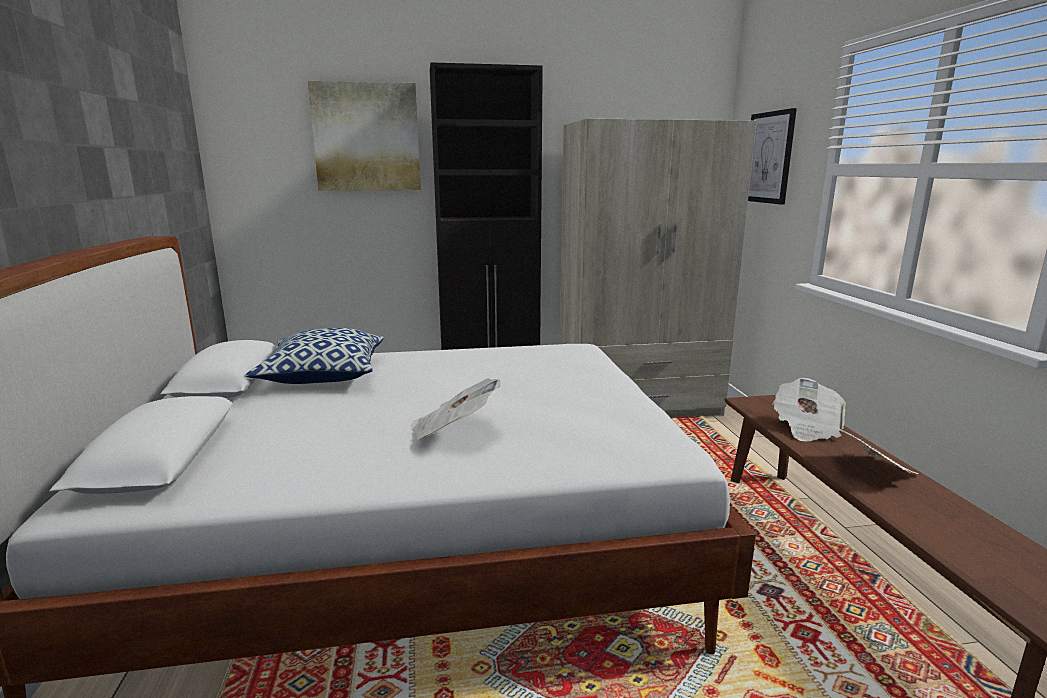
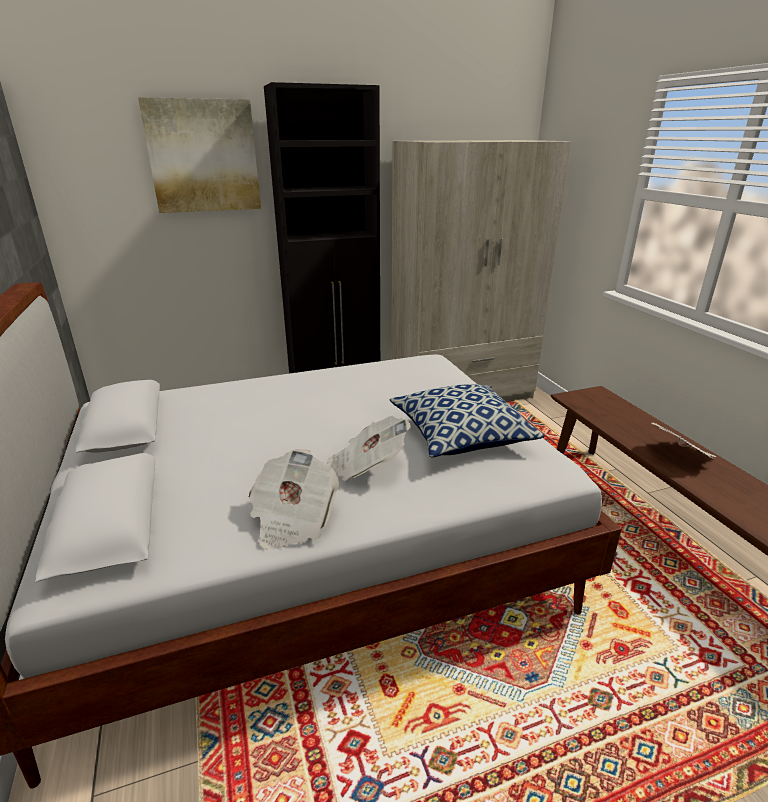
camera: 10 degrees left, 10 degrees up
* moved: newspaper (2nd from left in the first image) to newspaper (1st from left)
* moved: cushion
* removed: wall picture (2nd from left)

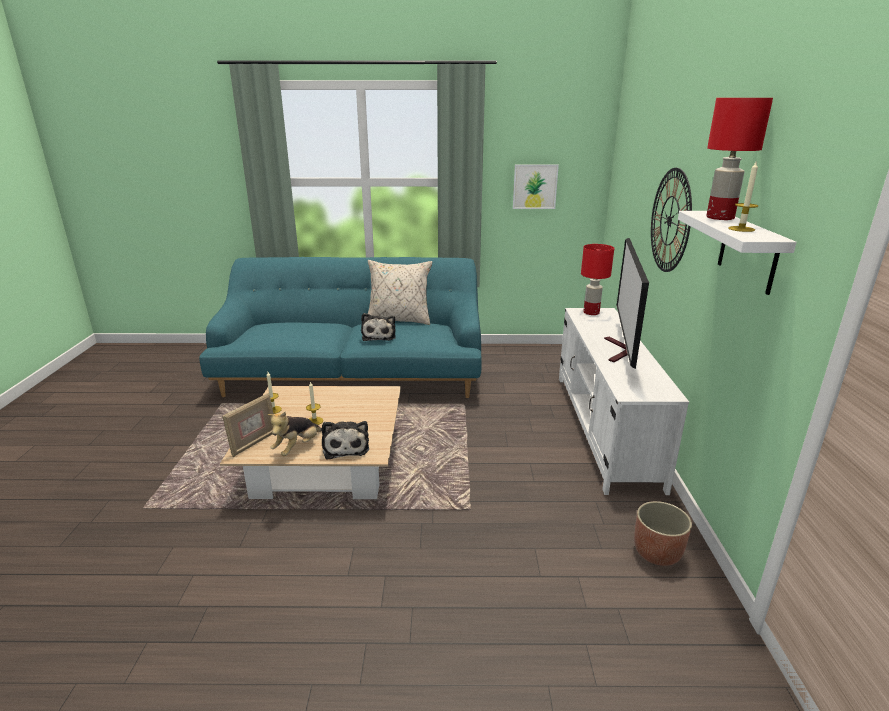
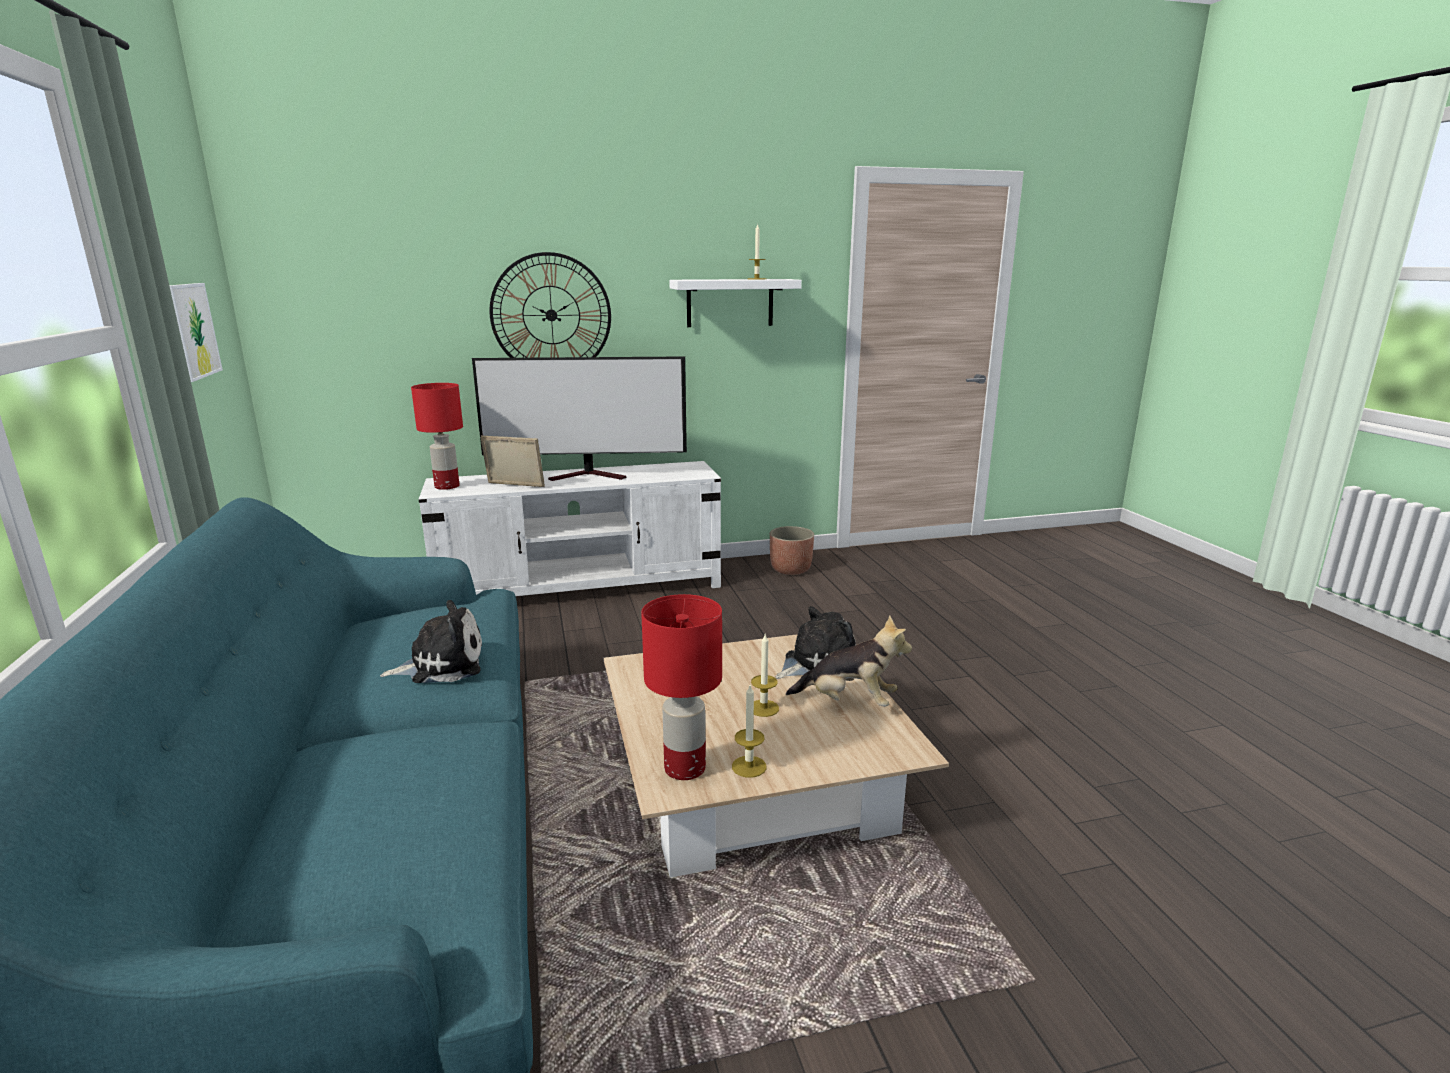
camera: 105 degrees left, 5 degrees down
* moved: picture frame
* moved: table lamp (reddish) (2nd from left)
* removed: cushion (sand-coloured)

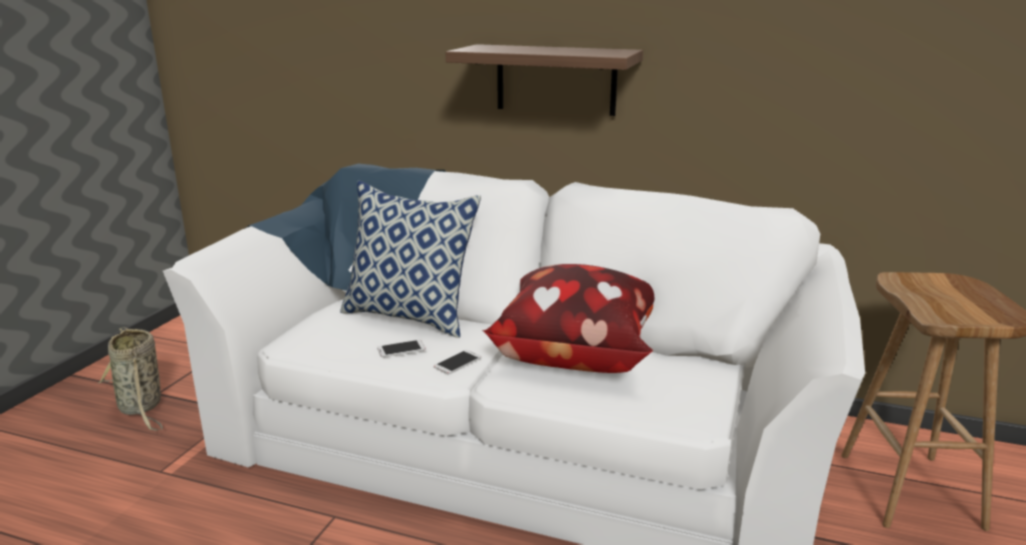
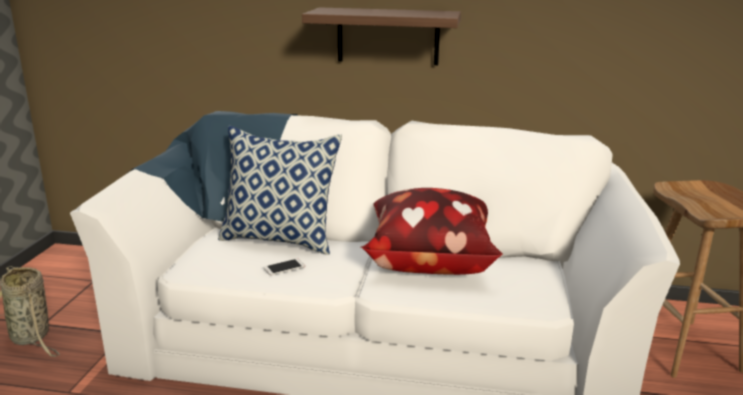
camera: 10 degrees left, 0 degrees up
* removed: phone (2nd from left)

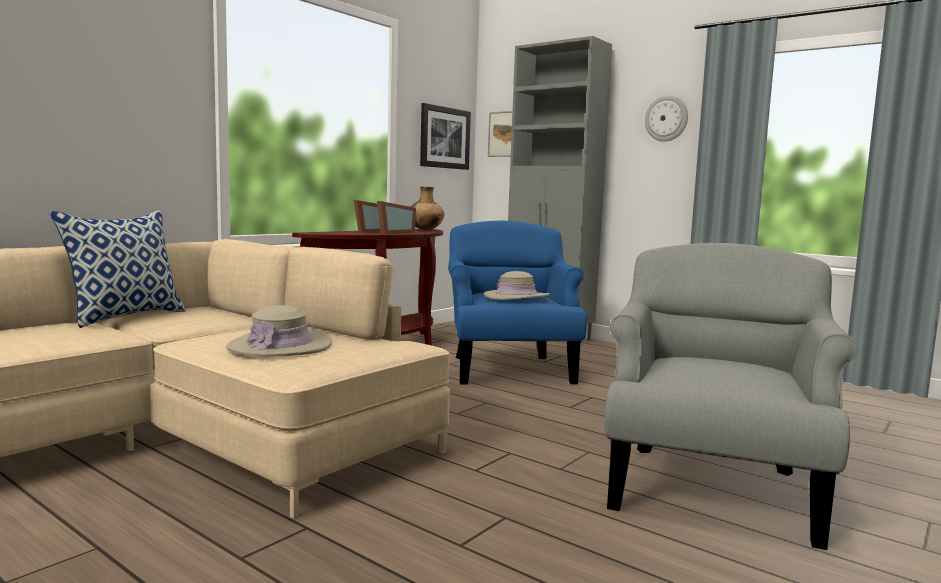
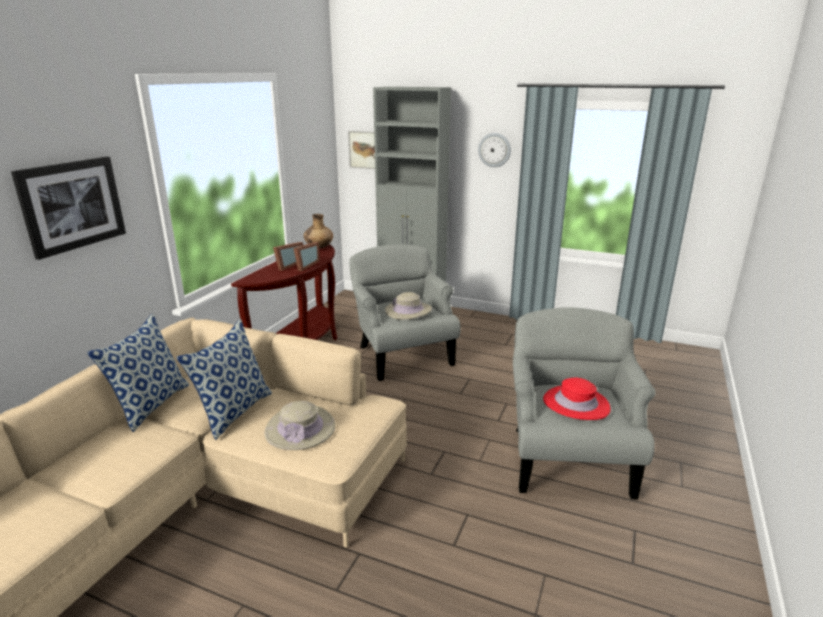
camera: 15 degrees left, 15 degrees up
* moved: wall picture (1st from left)
* added: cushion (2nd from left)
* recoloured: armchair (blue-coloured) to armchair (gray) (1st from left)
* added: clothing hat (reddish)

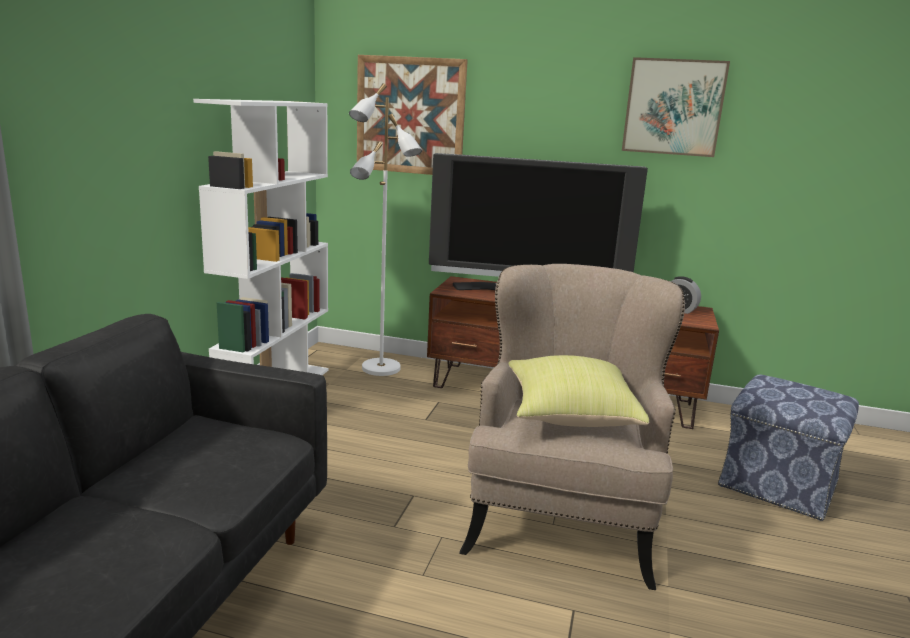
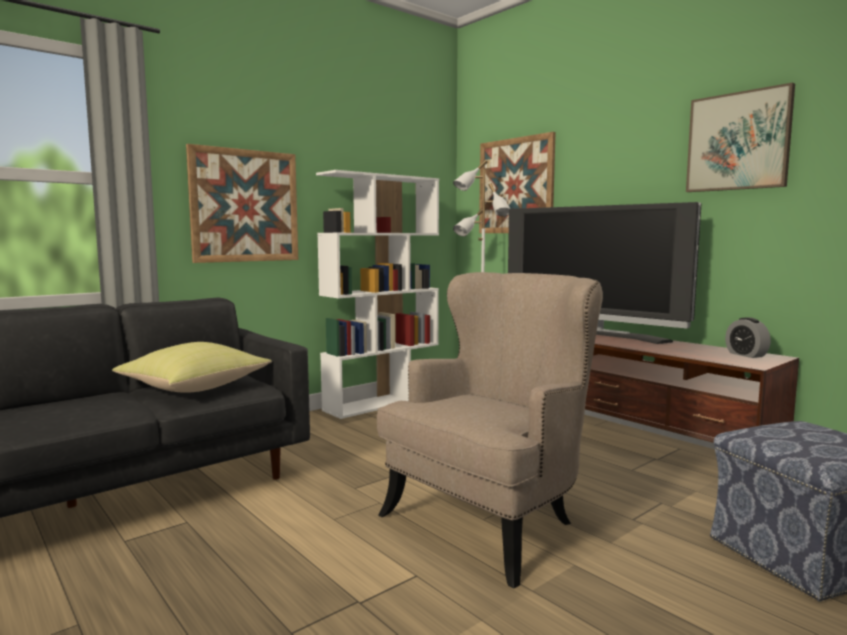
camera: 35 degrees right, 10 degrees down
* moved: cushion (yellow)
* added: wall picture (1st from left)

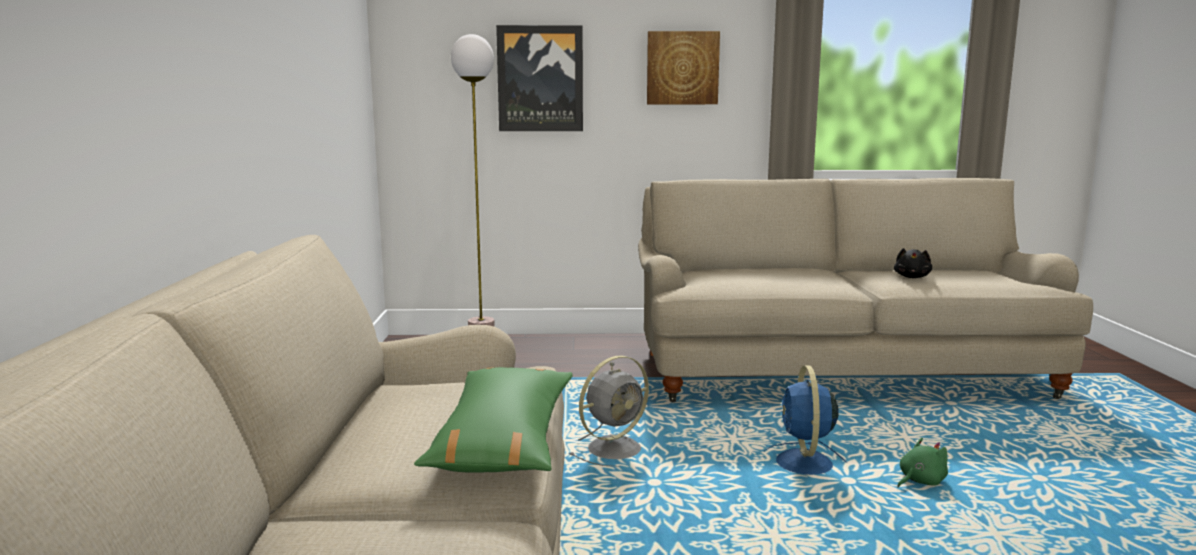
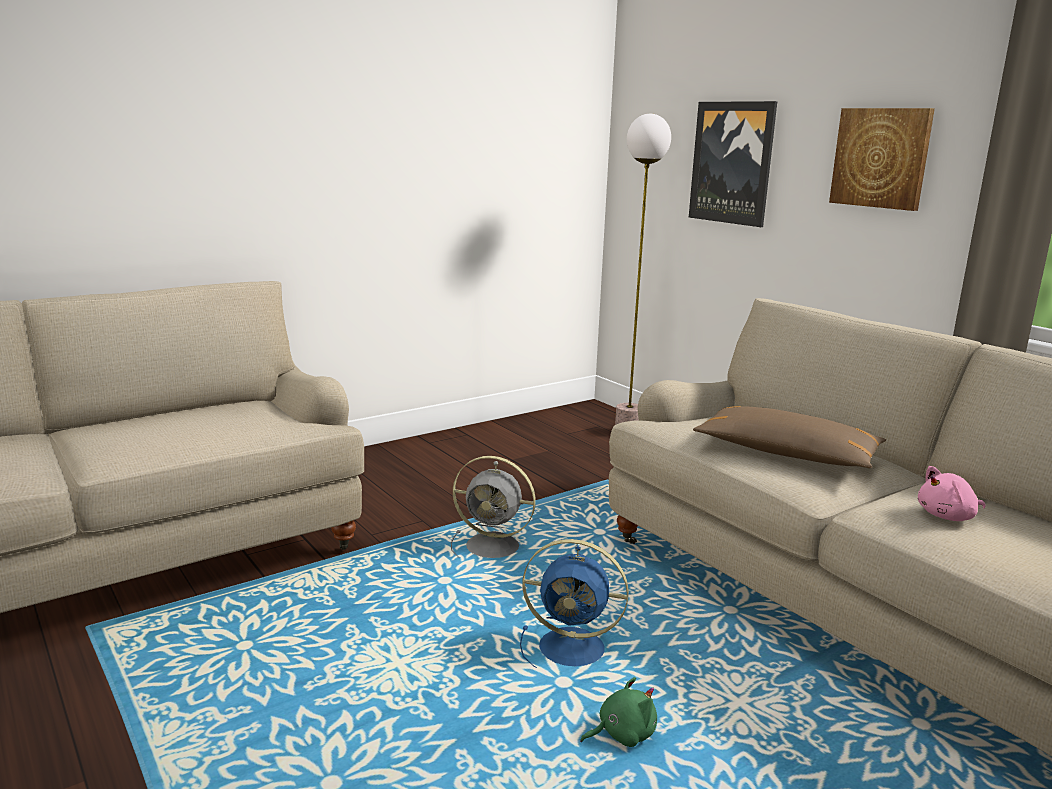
camera: 55 degrees right, 5 degrees up
* turned: electric fan (blue-coloured) 135 degrees counterclockwise
* turned: soft toy (green-coloured) 45 degrees counterclockwise
* added: cushion (brownish)
* recoloured: soft toy (black-coloured) to soft toy (pink)
* removed: cushion (green-coloured)

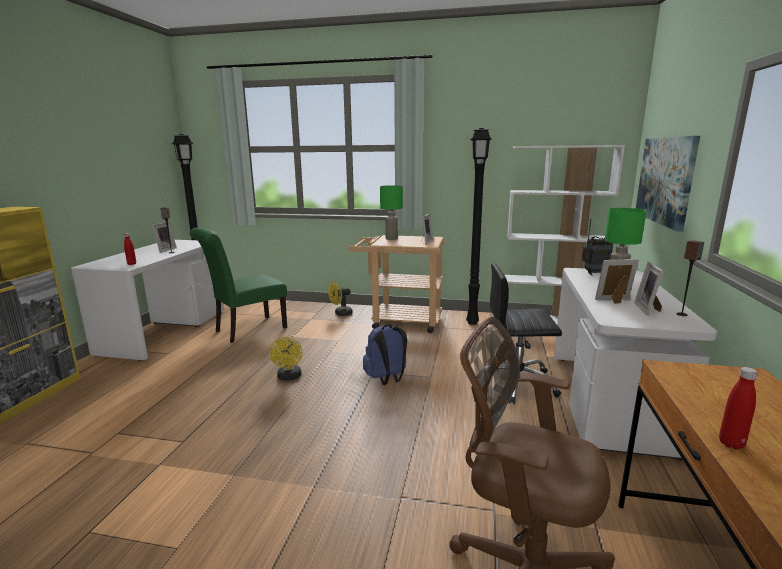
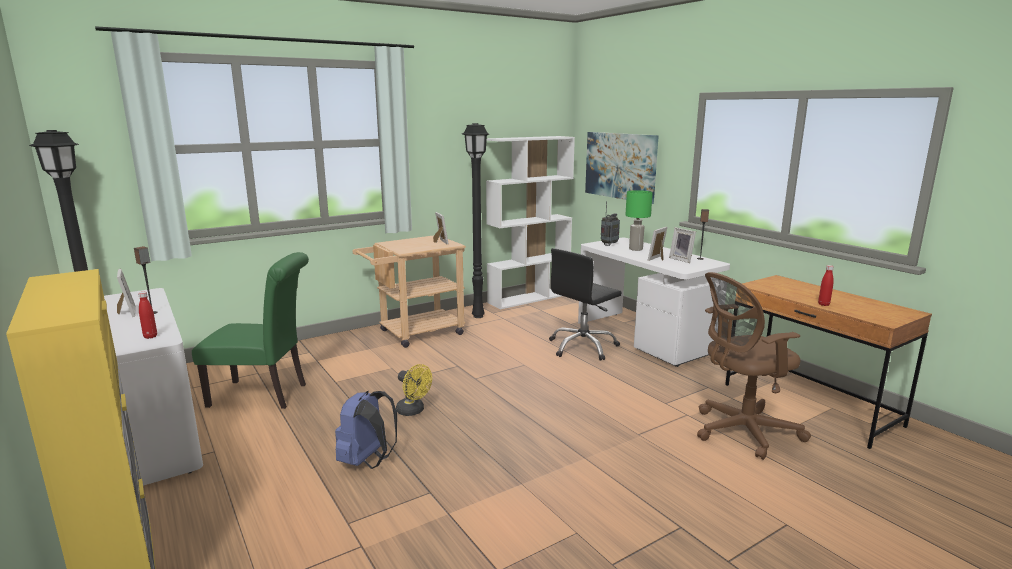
camera: 45 degrees left, 0 degrees up
* turned: upright chair (green-coloured) 90 degrees counterclockwise
* moved: rucksack (blue-coloured)
* removed: electric fan (yellow) (2nd from left)
* removed: table lamp (green-coloured) (1st from left)

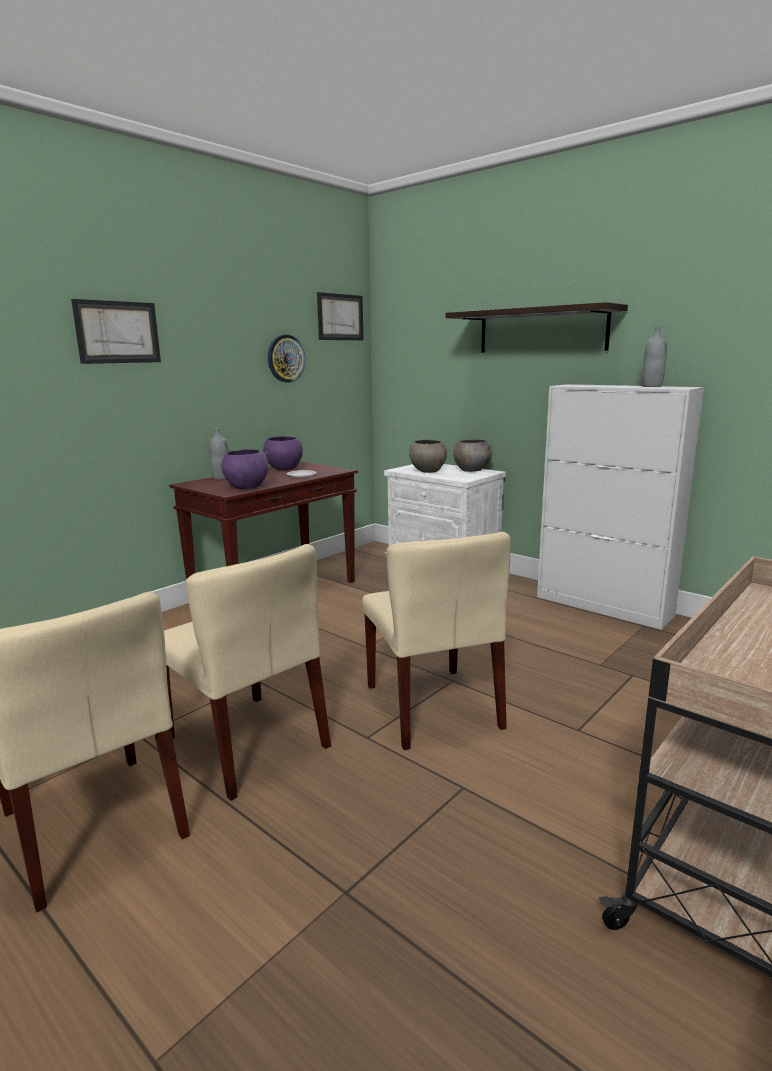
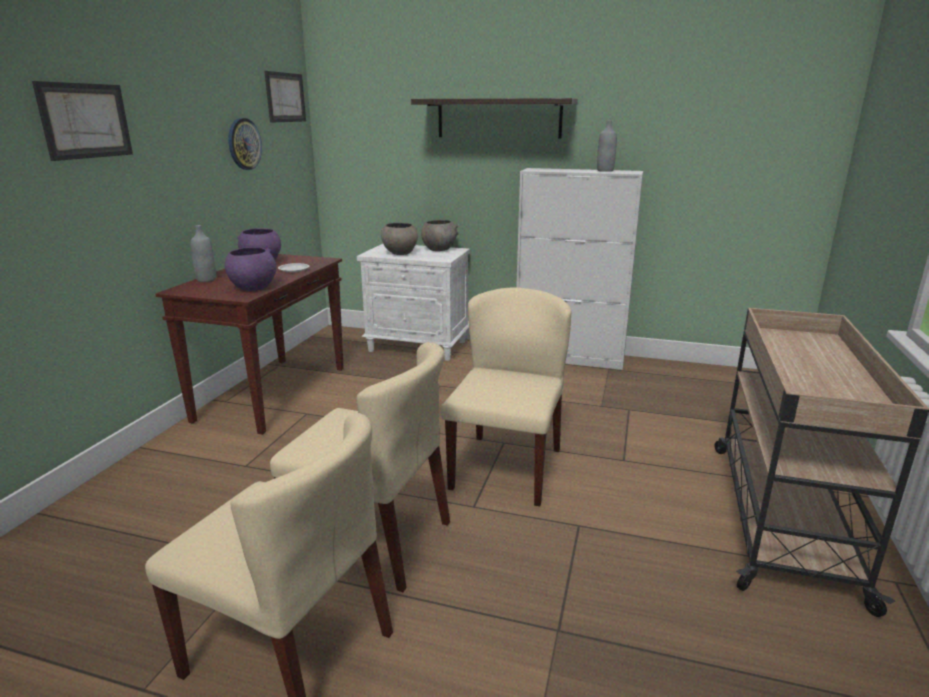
camera: 25 degrees left, 5 degrees up
* turned: upright chair (sand-coloured) (3rd from left) 120 degrees counterclockwise

